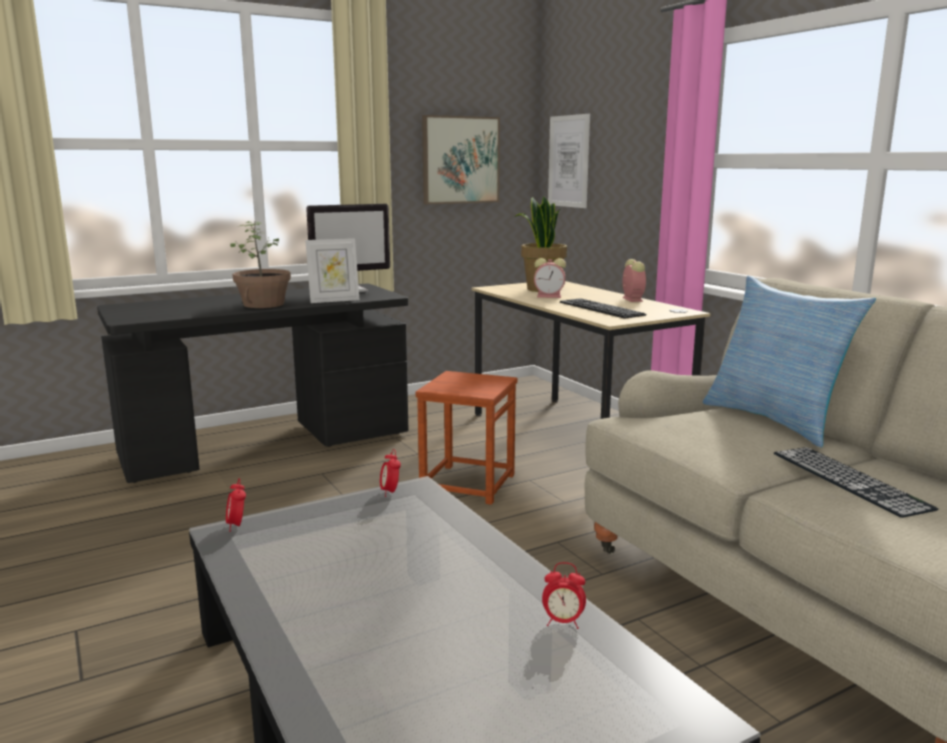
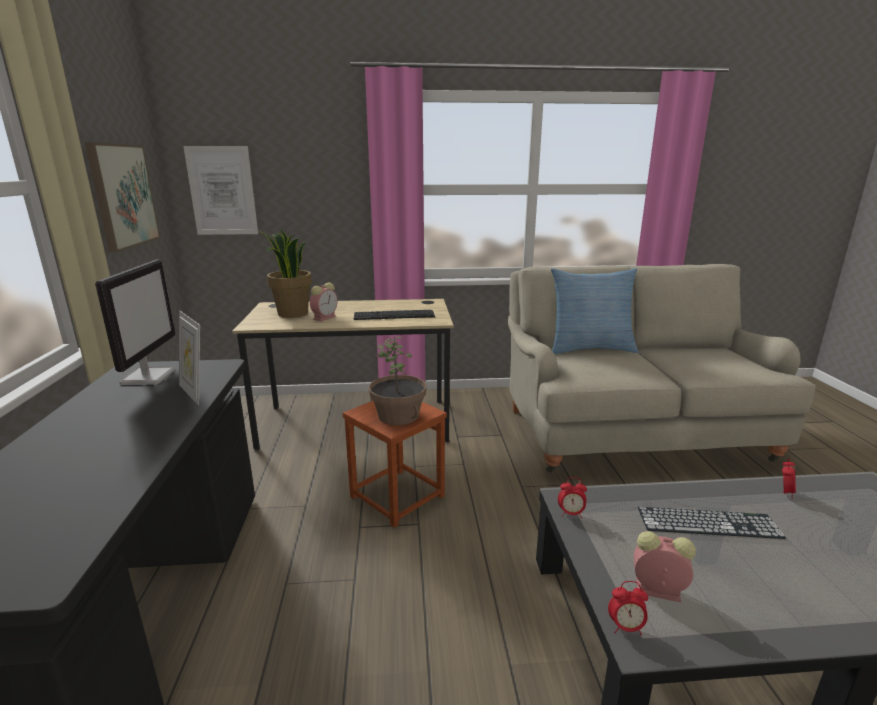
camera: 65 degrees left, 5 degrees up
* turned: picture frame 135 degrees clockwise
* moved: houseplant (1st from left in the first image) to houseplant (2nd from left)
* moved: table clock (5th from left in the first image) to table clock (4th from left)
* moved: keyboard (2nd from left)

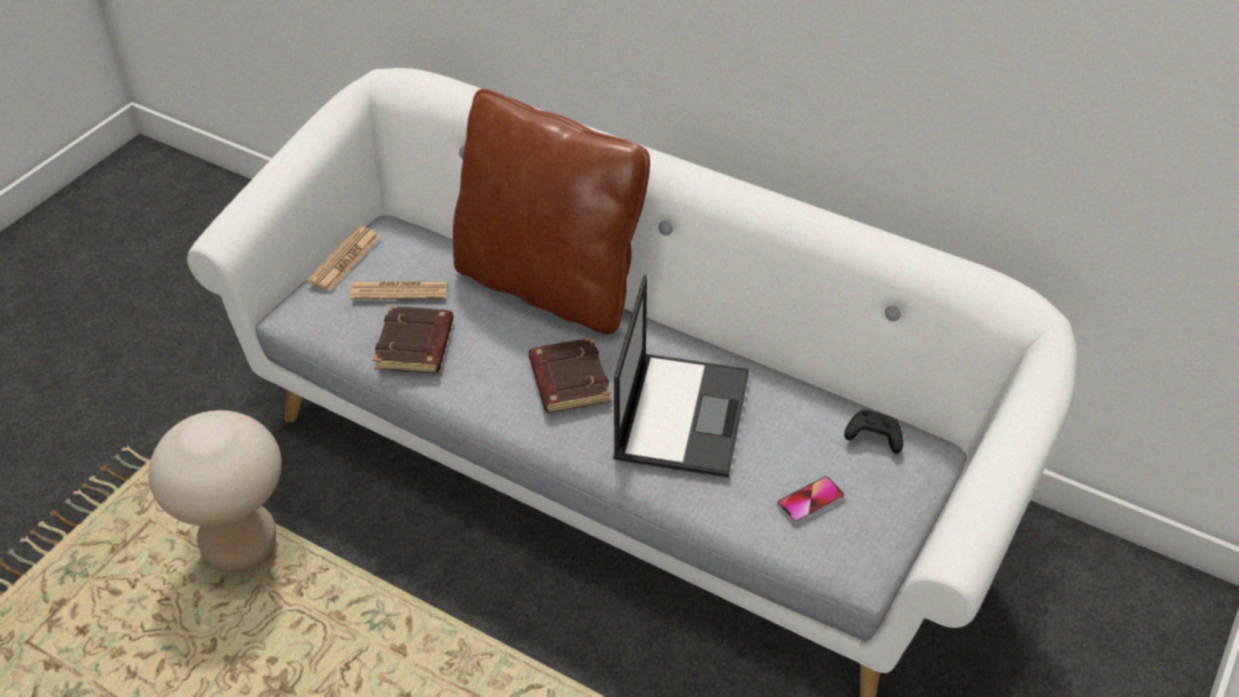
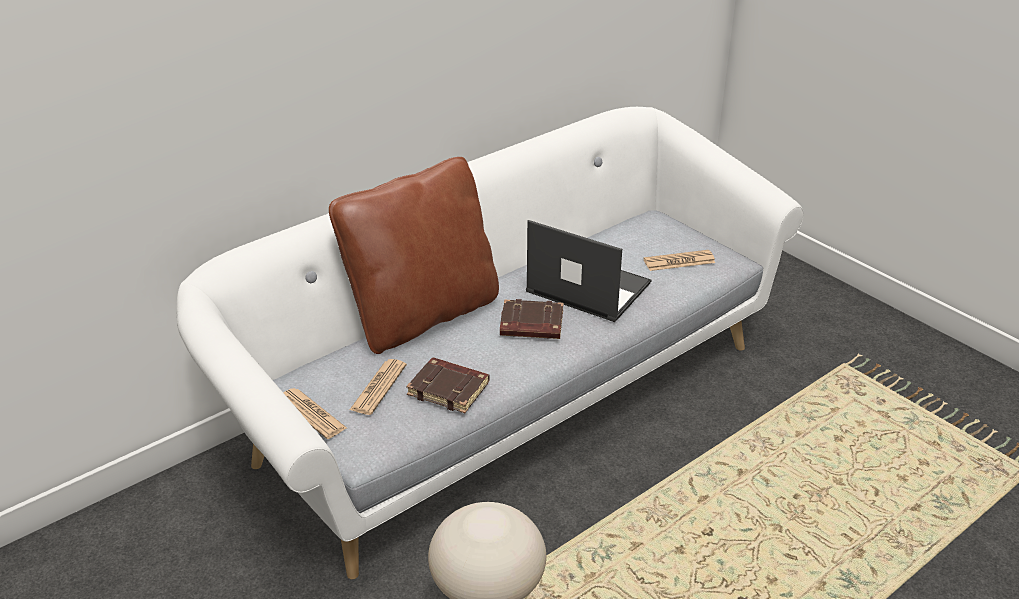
camera: 70 degrees left, 10 degrees down
* replaced: phone to newspaper (3rd from left)
* removed: joypad (black-coloured)

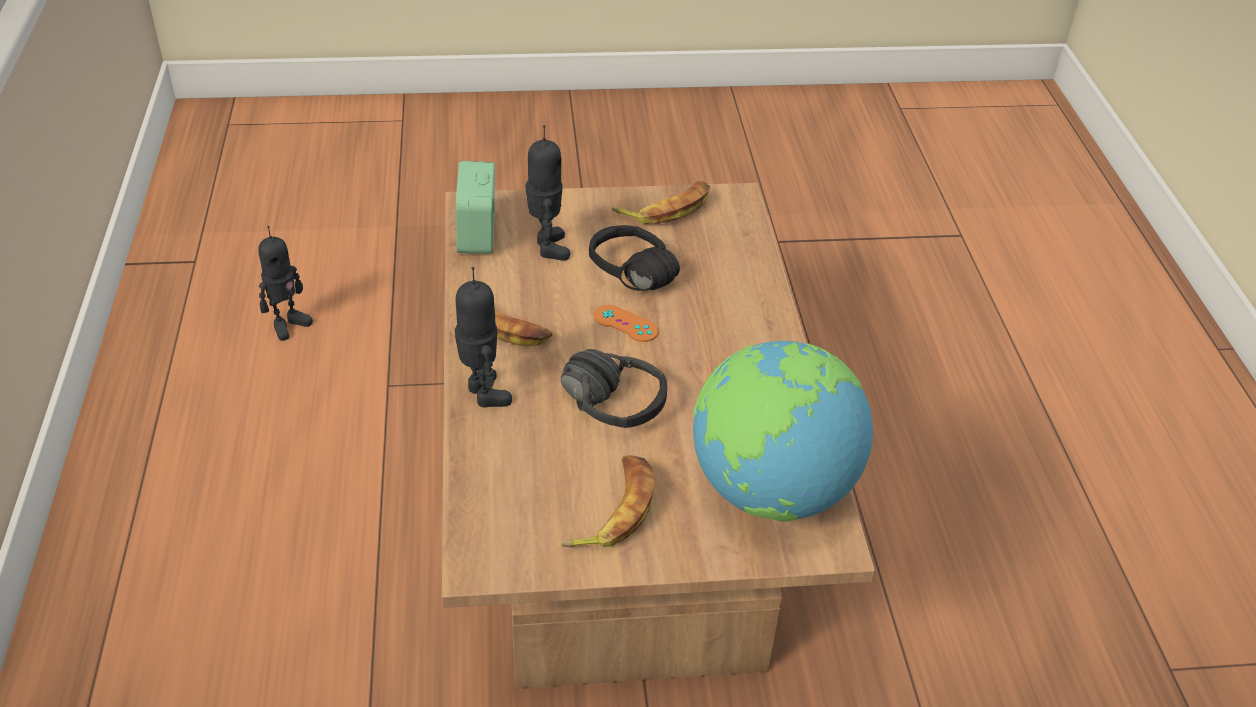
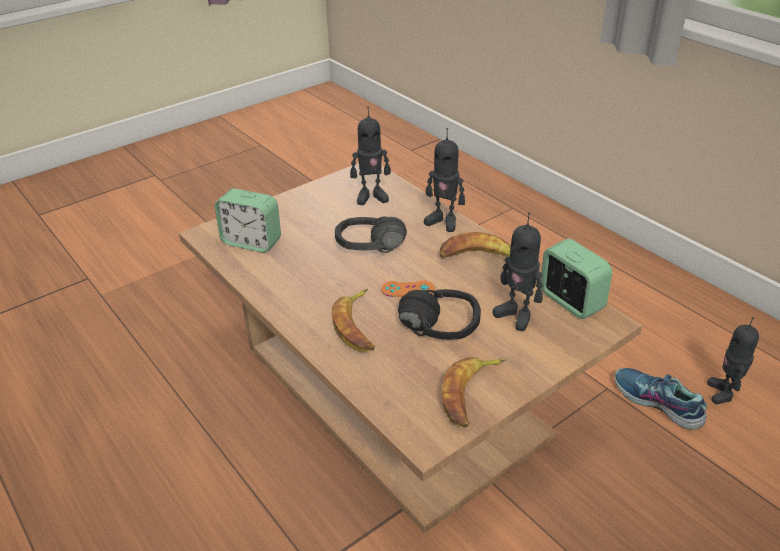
camera: 150 degrees right, 5 degrees down
* replaced: desk globe to table clock (1st from left)
* moved: banana (2nd from left in the first image) to banana (1st from left)
* added: robot figure (1st from left)
* added: low shoe

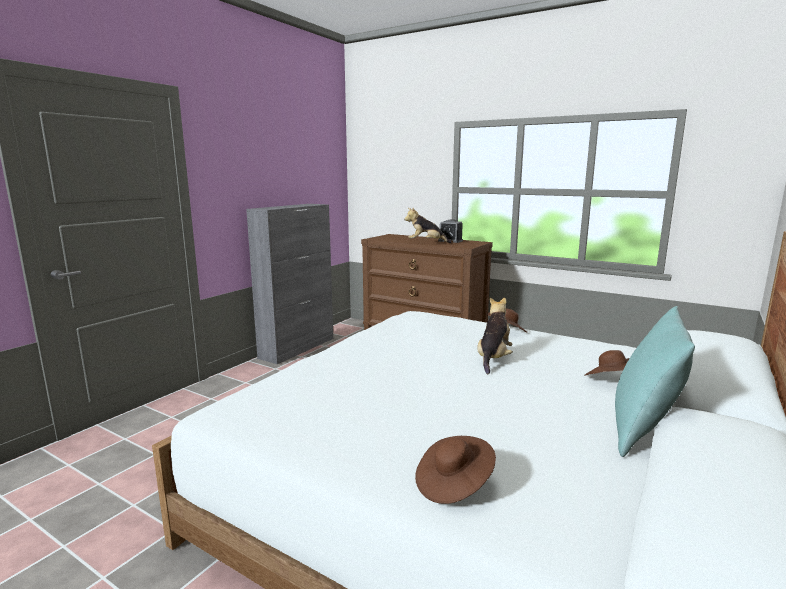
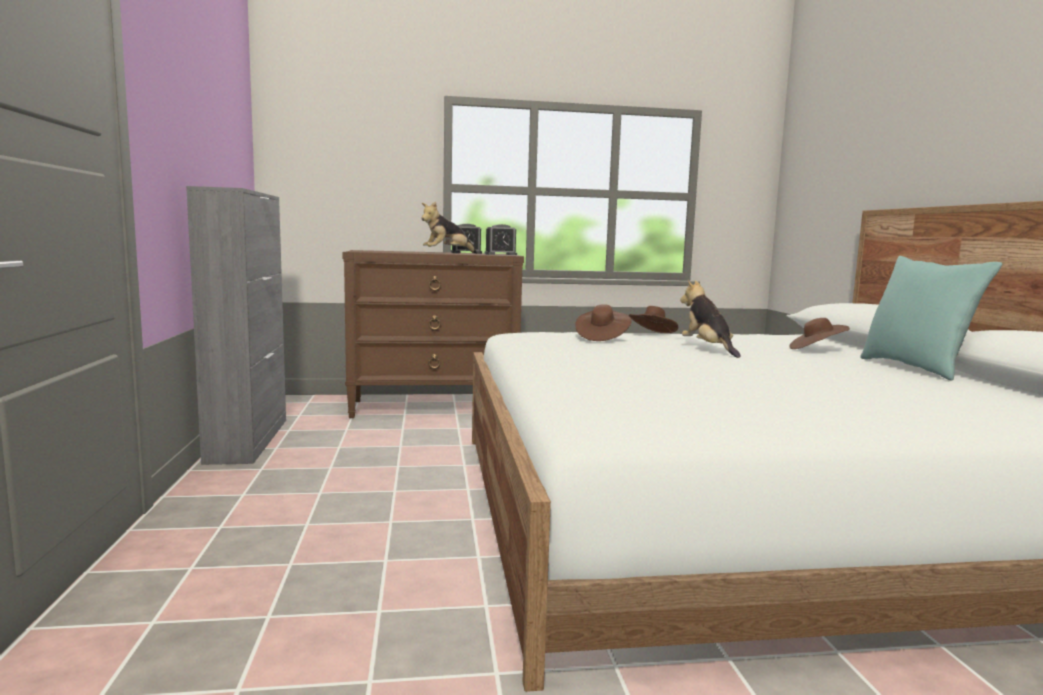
camera: 40 degrees left, 5 degrees down
* added: table clock (2nd from left)
* moved: clothing hat (brownish) (1st from left)

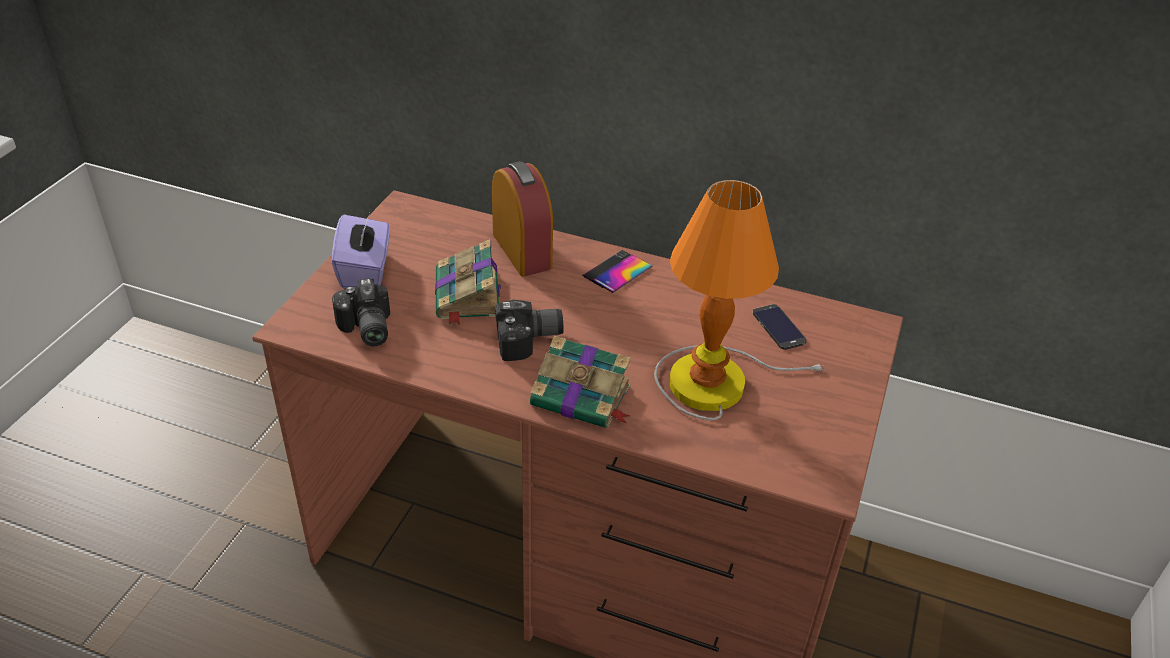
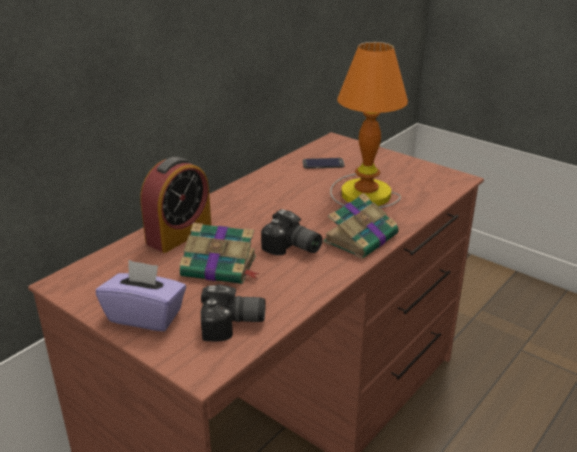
camera: 70 degrees left, 10 degrees down
* turned: table clock 135 degrees clockwise
* turned: still camera (2nd from left) 120 degrees clockwise
* removed: phone (1st from left)

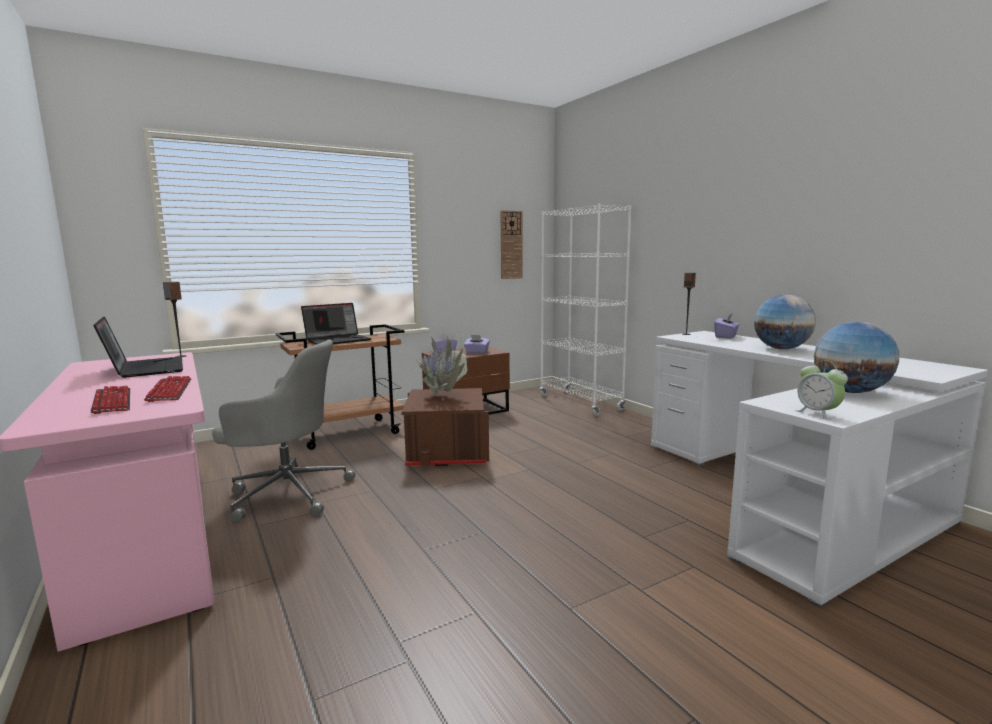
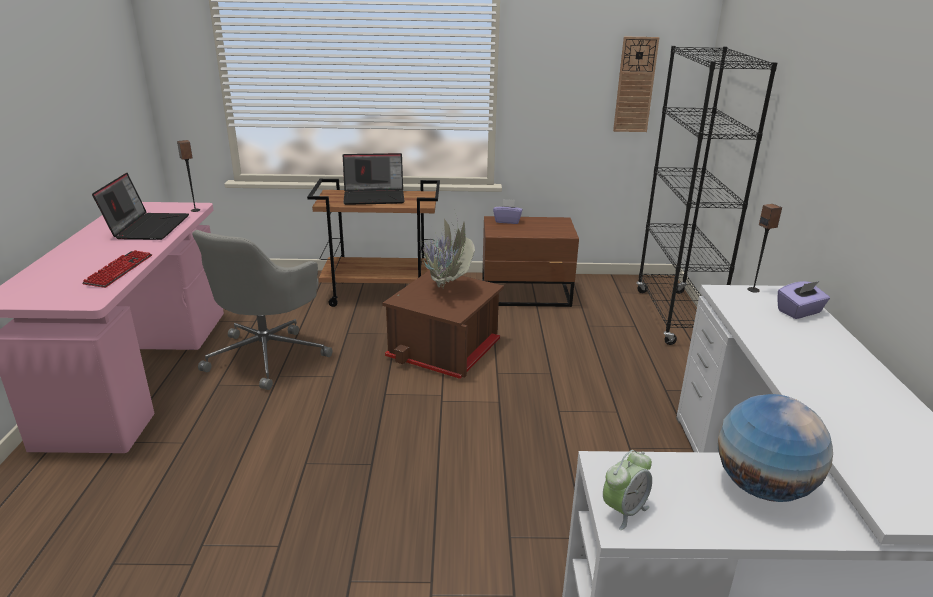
camera: 30 degrees right, 15 degrees up
* turned: computer chair (gray) 75 degrees clockwise
* turned: table clock 135 degrees counterclockwise
* recoloured: bookcase (white) to bookcase (black-coloured)
* removed: keyboard (1st from left)
* removed: tissue holder (purplish) (2nd from left)
* removed: desk globe (1st from left)

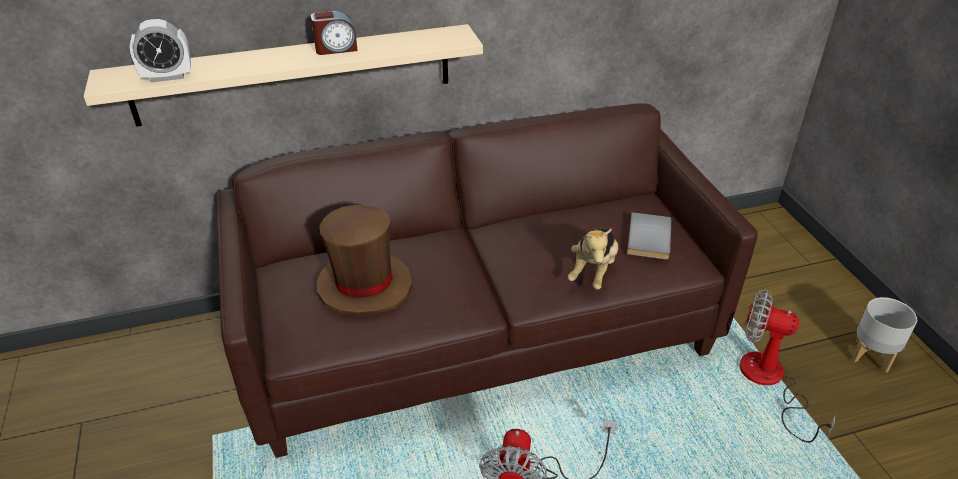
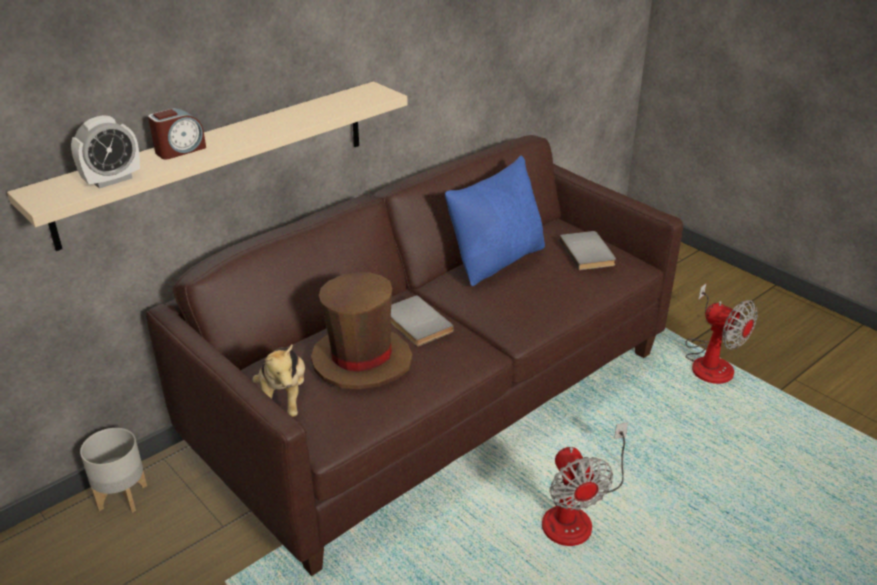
camera: 25 degrees left, 5 degrees down
* moved: planter (gray)
* moved: table clock (2nd from left)
* moved: soft toy
* added: volume (gray) (1st from left)
* added: cushion (blue-coloured)
* turned: electric fan (2nd from left) 135 degrees counterclockwise

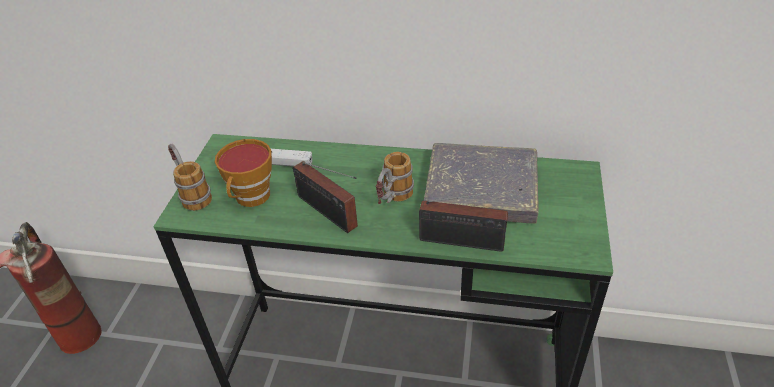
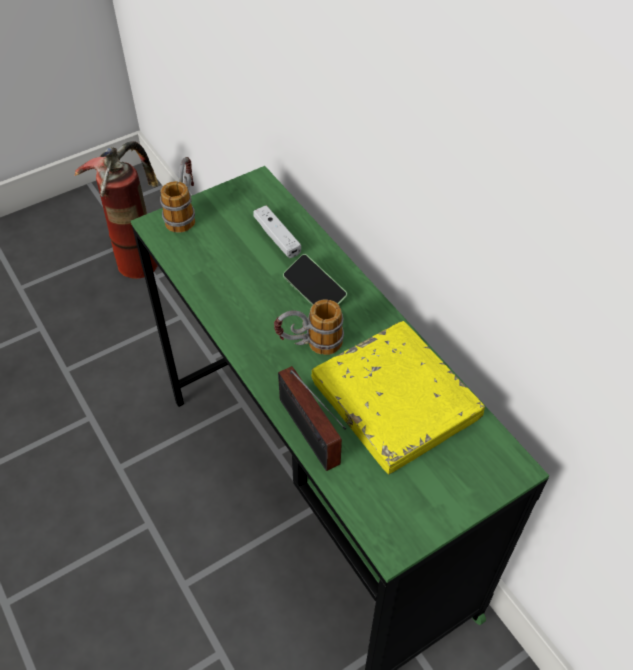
camera: 45 degrees right, 10 degrees up
* added: phone
* recoloured: volume (gray) to volume (yellow)
* removed: small cup
* removed: radio (1st from left)

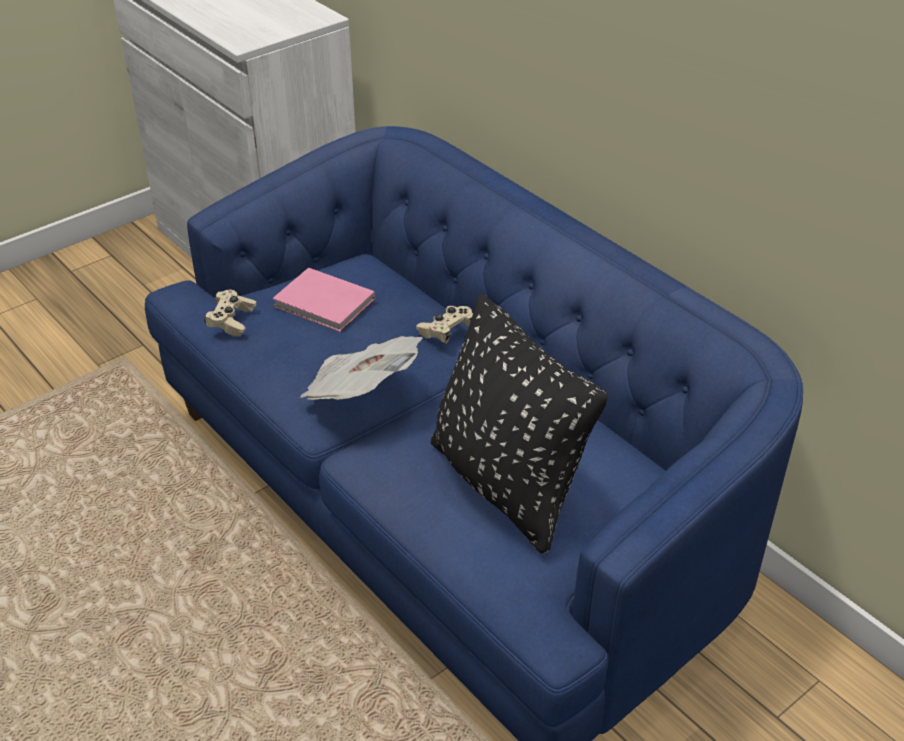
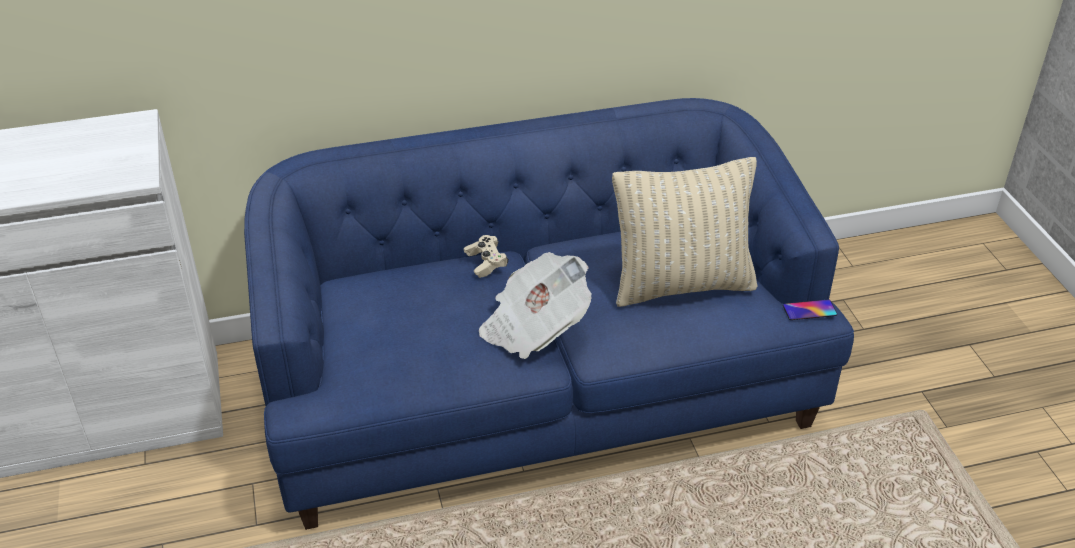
camera: 65 degrees left, 0 degrees up
* recoloured: cushion (black-coloured) to cushion (sand-coloured)
* added: phone
* removed: joypad (sand-coloured) (1st from left)
* removed: volume (pink)

